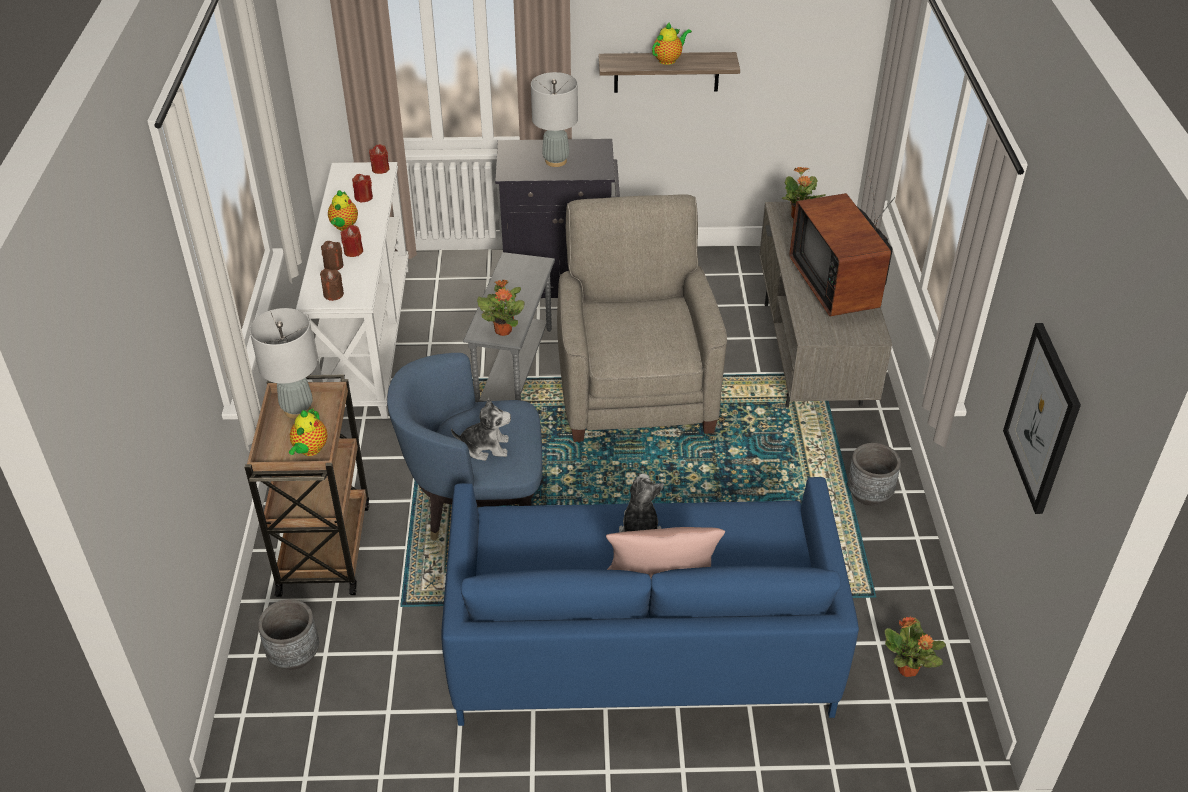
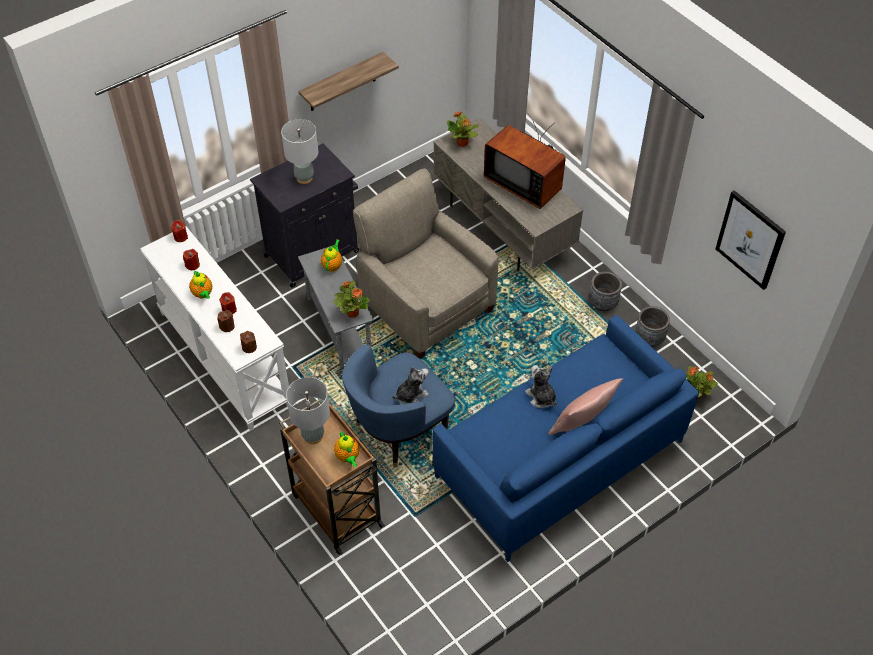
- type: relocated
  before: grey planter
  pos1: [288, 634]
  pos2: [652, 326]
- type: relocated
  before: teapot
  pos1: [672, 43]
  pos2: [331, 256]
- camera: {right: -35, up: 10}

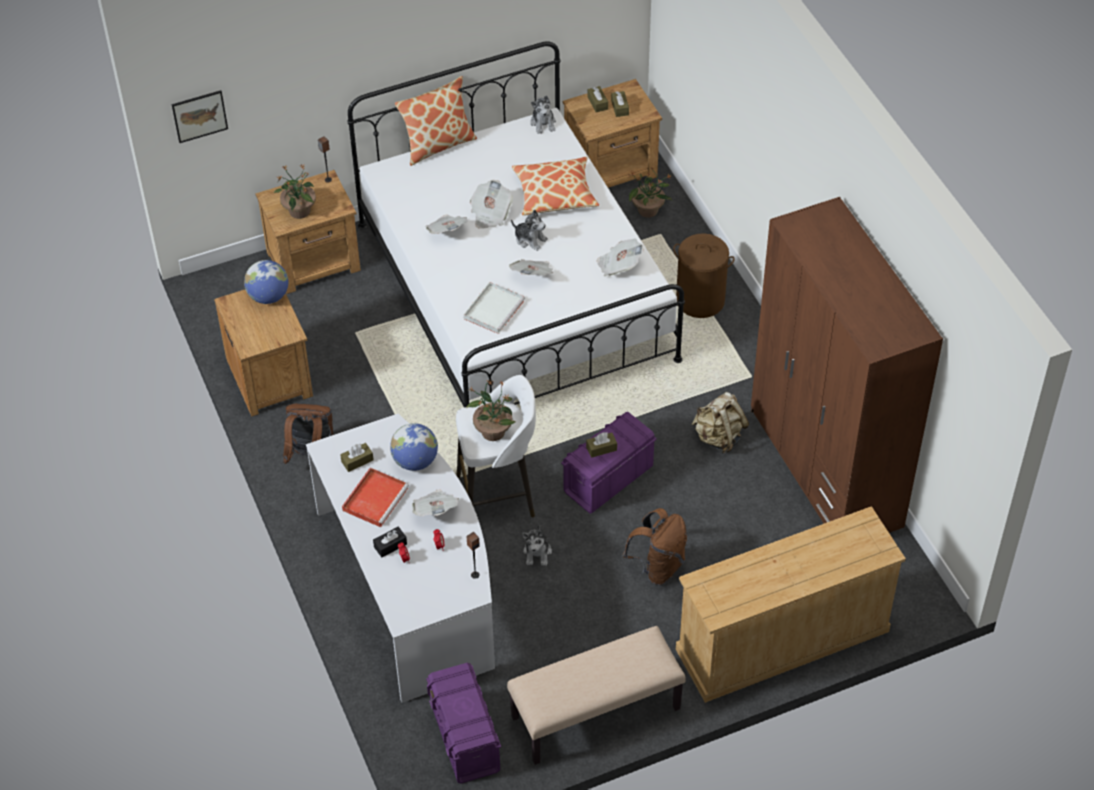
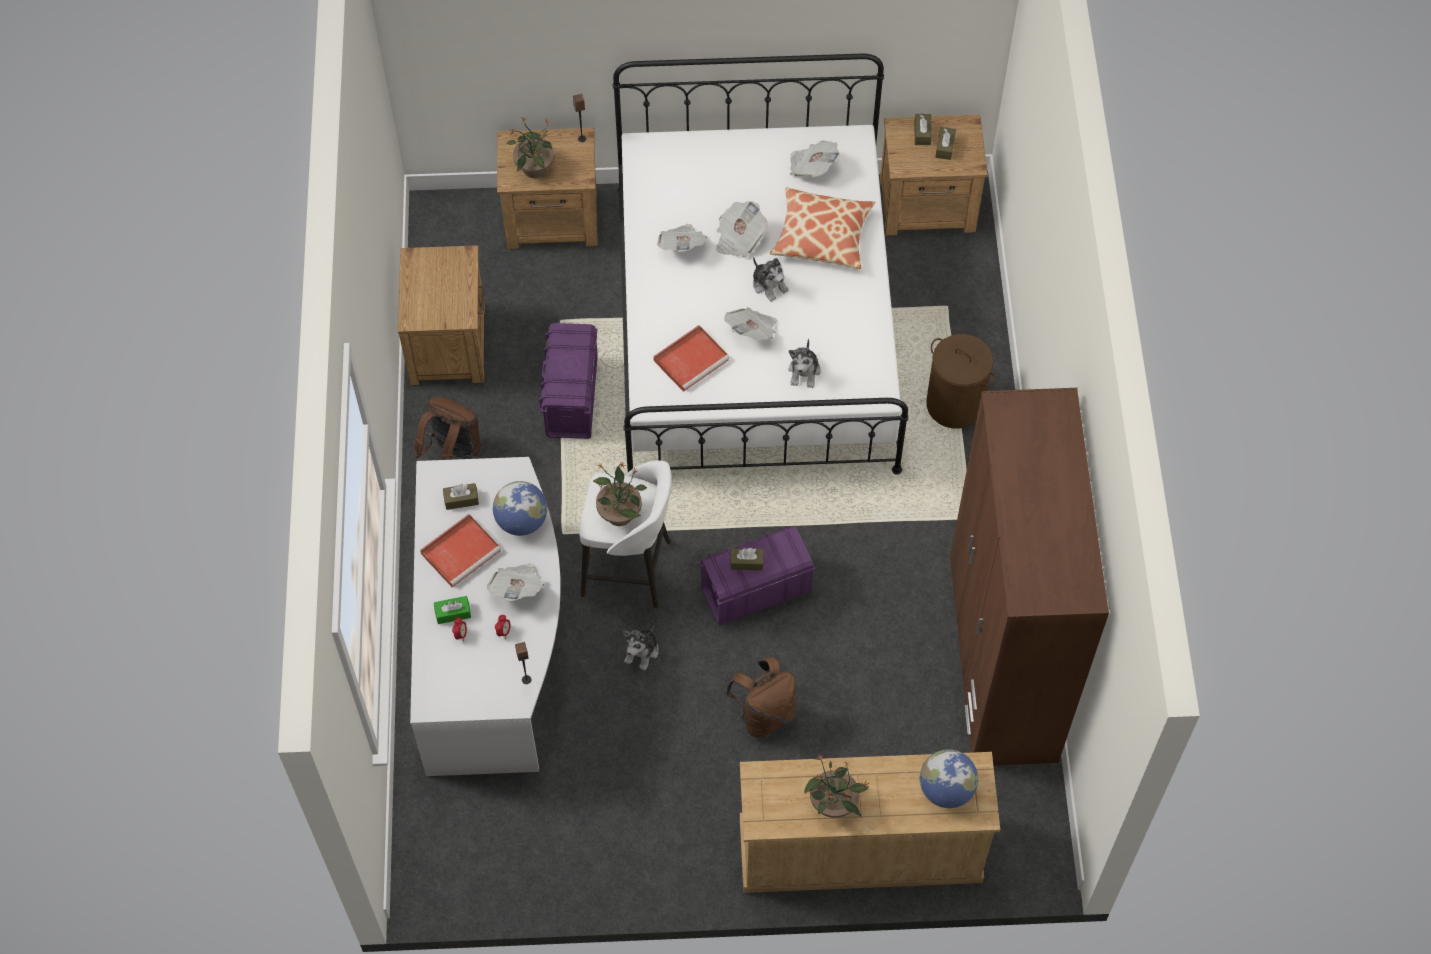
- type: missing
  before: picture
  pos1: [200, 116]
- type: relocated
  before: globe
  pos1: [266, 282]
  pos2: [949, 778]
- type: colour
  before: black tissue box
  after: green tissue box
  pos1: [390, 542]
  pos2: [452, 610]
- type: missing
  before: pillow
  pos1: [436, 121]
- type: relocated
  before: purple storage box
  pos1: [463, 723]
  pos2: [568, 381]
- type: colour
  before: white tray
  after: red tray
  pos1: [494, 308]
  pos2: [691, 358]
- type: missing
  before: beige bench
  pos1: [596, 695]
- type: relocated
  before: plush toy
  pos1: [543, 115]
  pos2: [805, 363]
- type: relocated
  before: newspaper
  pos1: [620, 257]
  pos2: [815, 158]
- type: relocated
  before: potted plant
  pos1: [650, 193]
  pos2: [837, 786]
- type: missing
  before: beige backpack
  pos1: [720, 422]
- camera: {right: 20, up: 10}

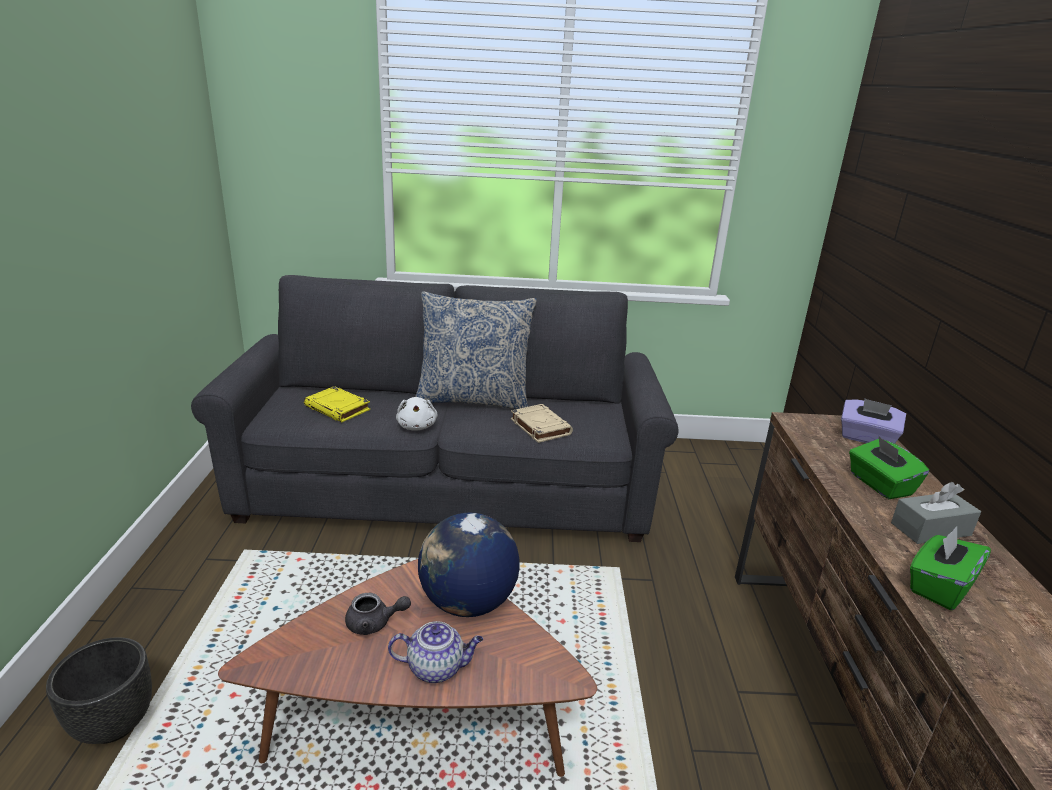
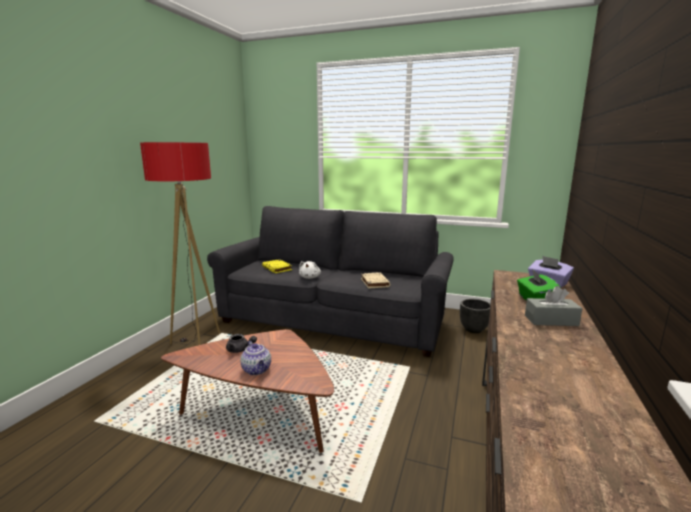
- type: relocated
  before: black planter
  pos1: [99, 690]
  pos2: [475, 316]
- type: spun
  before: teapot
  pos1: [435, 652]
  pos2: [255, 358]
  turn: 45
- type: missing
  before: pillow
  pos1: [476, 350]
- type: missing
  before: globe
  pos1: [469, 565]
- type: missing
  before: green tissue box
  pos1: [950, 568]
- type: appeared
  after: floor lamp
  pos2: [180, 243]
- camera: {right: 20, up: -10}

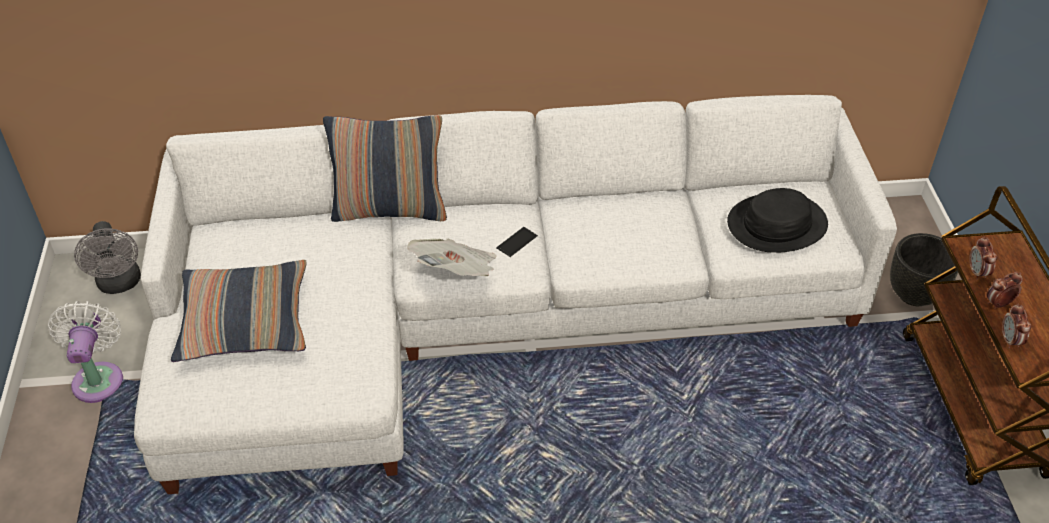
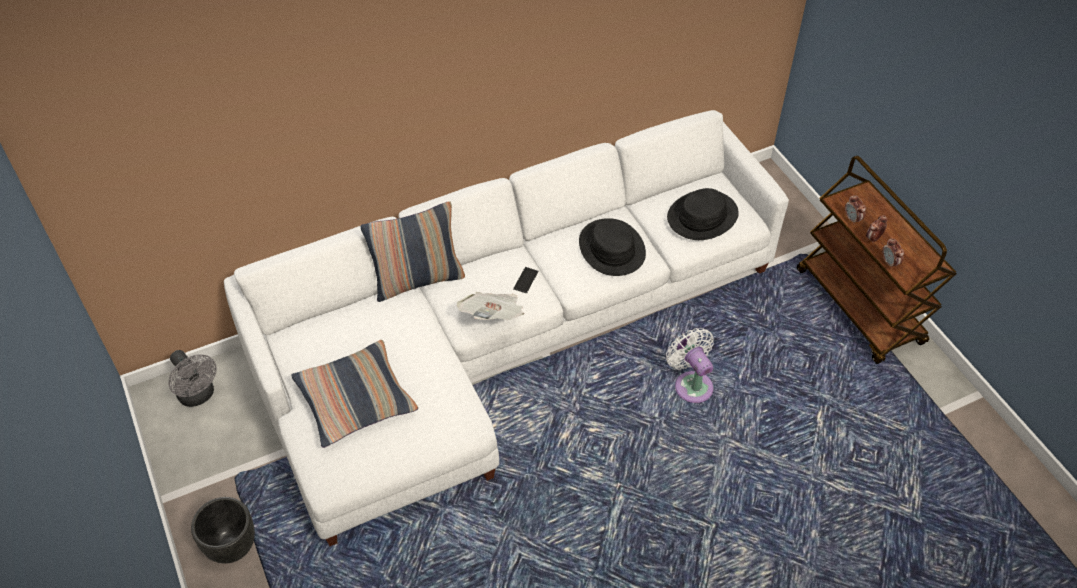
- type: relocated
  before: white fan
  pos1: [85, 352]
  pos2: [690, 365]
- type: relocated
  before: black planter
  pos1: [924, 269]
  pos2: [223, 530]
- type: appeared
  after: black hat
  pos2: [612, 247]
- camera: {right: -20, up: 5}

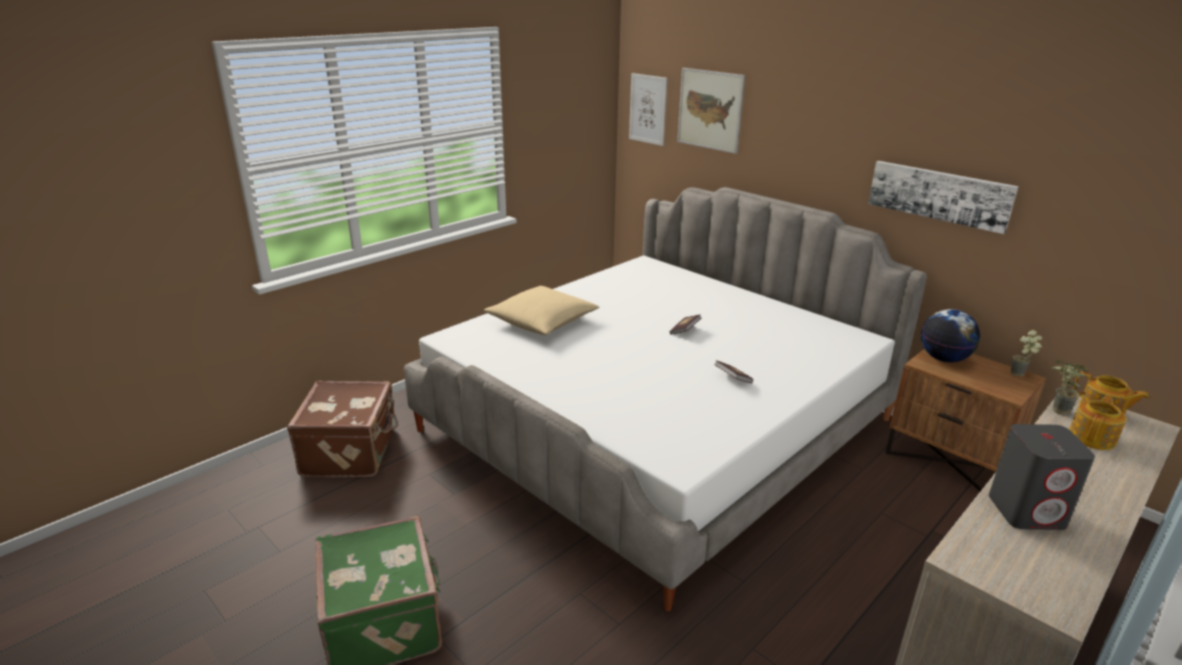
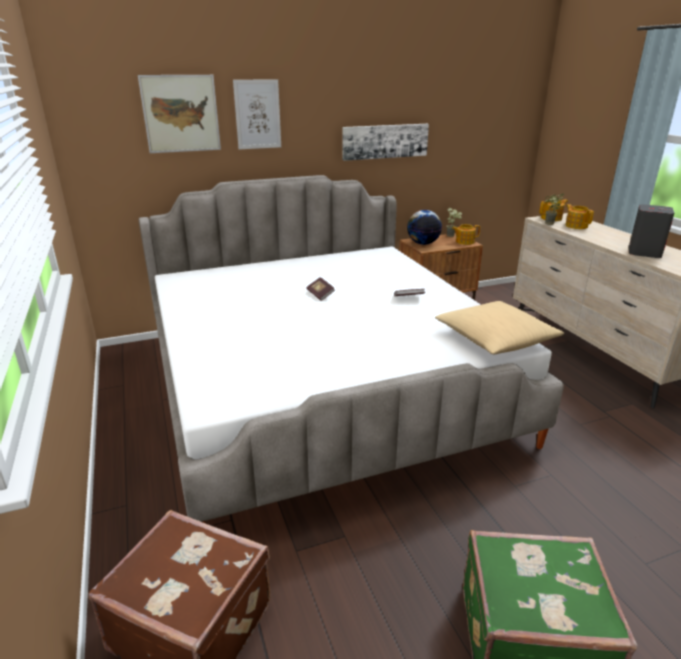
- type: relocated
  before: beige pillow
  pos1: [542, 310]
  pos2: [499, 327]
- type: relocated
  before: picture
  pos1: [648, 109]
  pos2: [257, 114]
- type: appeared
  after: teapot
  pos2: [466, 234]
- camera: {right: -65, up: 0}

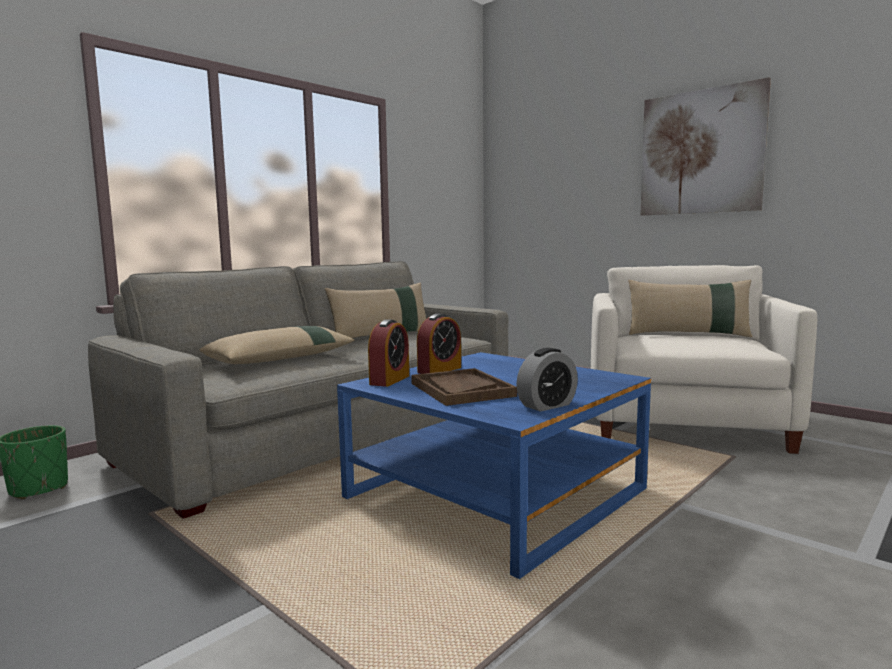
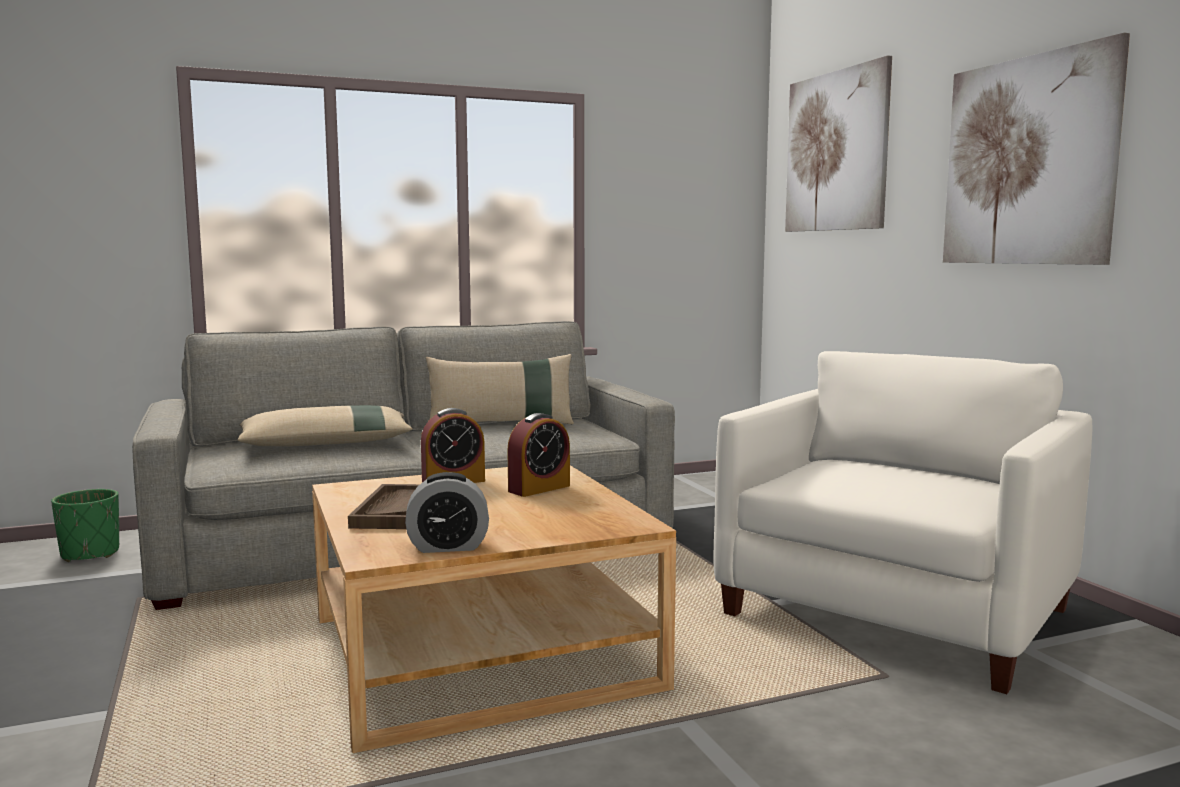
- type: colour
  before: blue coffee table
  after: beige coffee table
  pos1: [494, 465]
  pos2: [494, 609]
- type: relocated
  before: alarm clock
  pos1: [388, 353]
  pos2: [538, 455]
- type: missing
  before: beige pillow
  pos1: [690, 308]
- type: appeared
  after: picture
  pos2: [838, 143]
- camera: {right: 25, up: 0}

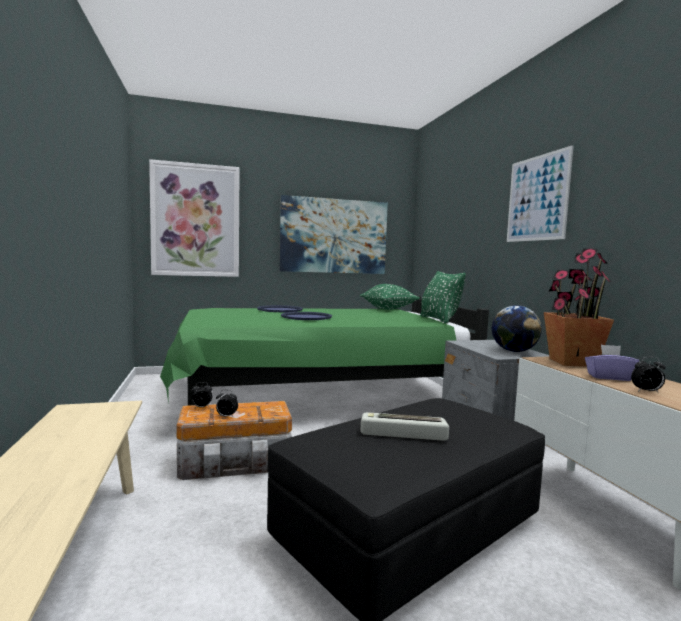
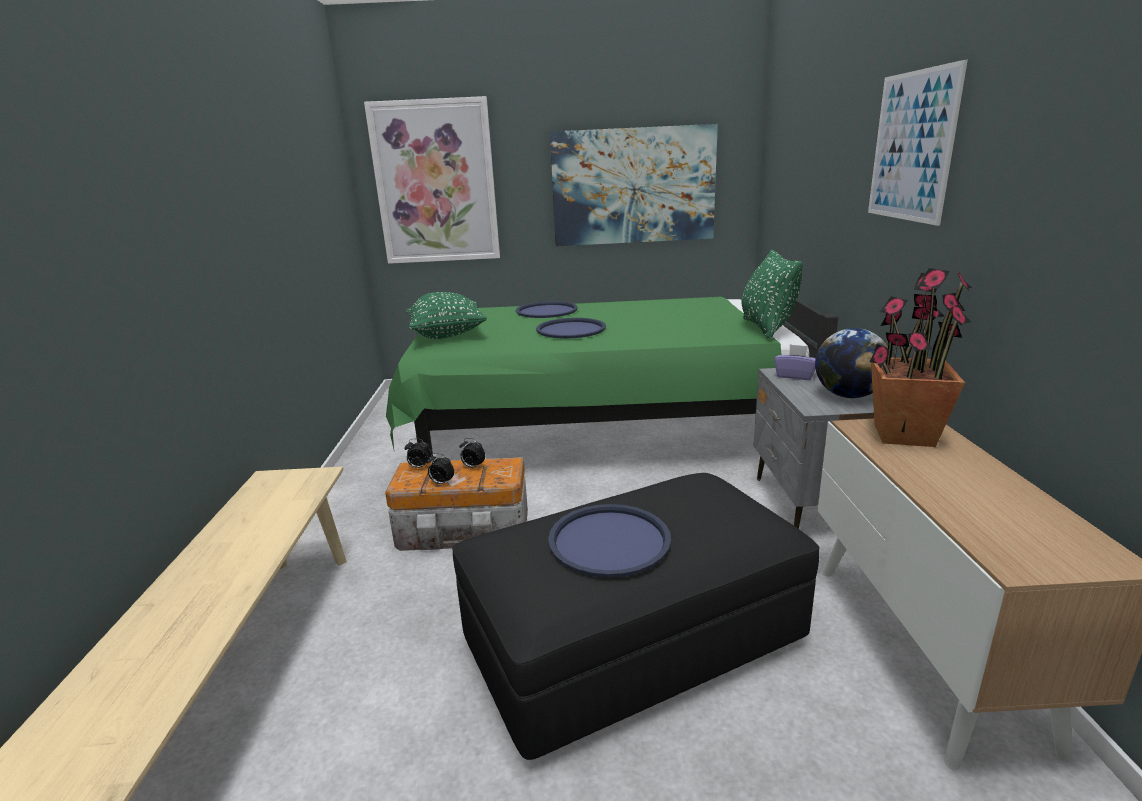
- type: relocated
  before: green pillow
  pos1: [390, 297]
  pos2: [446, 315]
- type: exchanged
  before: keyboard
  after: blue tray
  pos1: [405, 426]
  pos2: [609, 540]
- type: relocated
  before: purple tissue box
  pos1: [612, 363]
  pos2: [795, 362]
- type: relocated
  before: alarm clock
  pos1: [648, 374]
  pos2: [472, 452]
- camera: {right: 15, up: 15}

